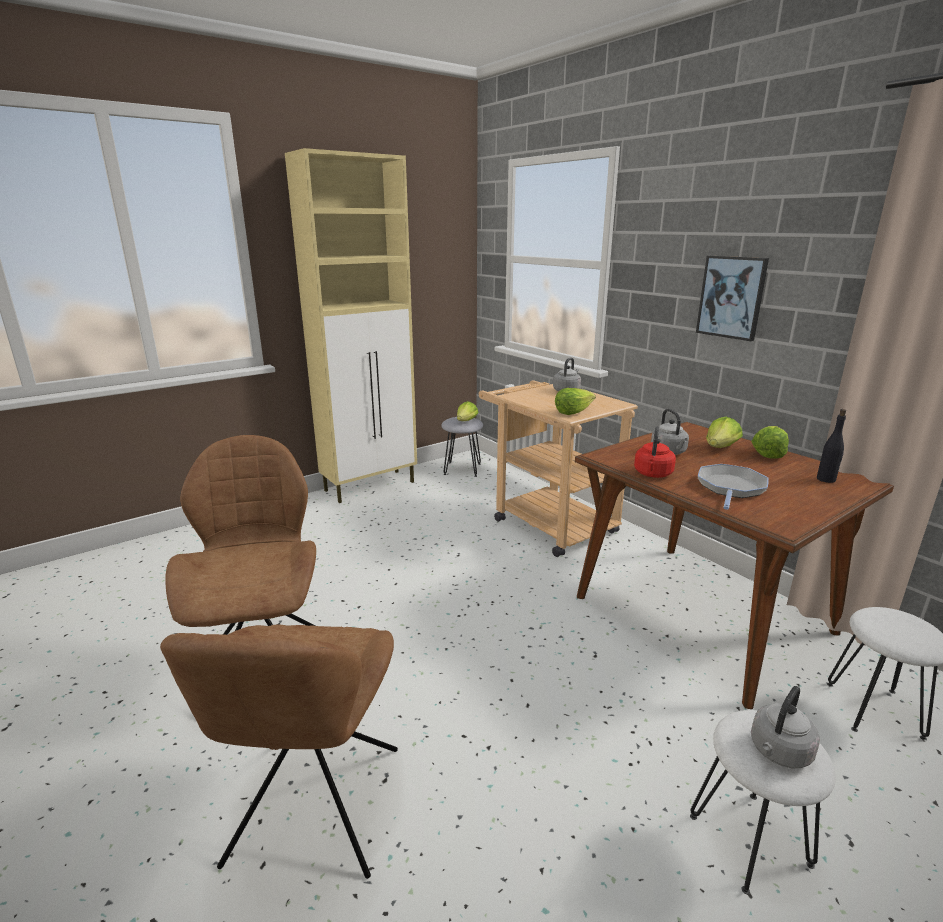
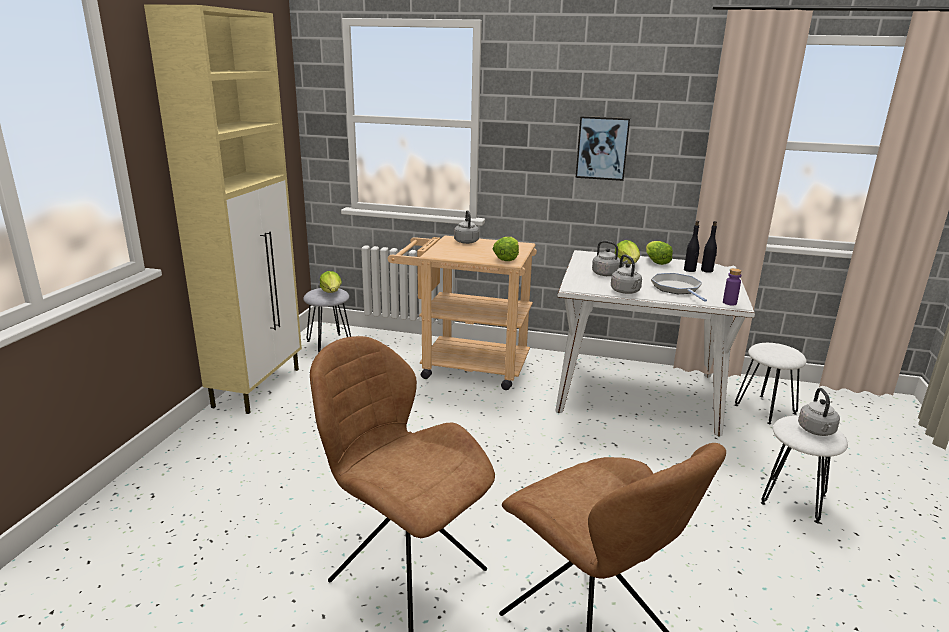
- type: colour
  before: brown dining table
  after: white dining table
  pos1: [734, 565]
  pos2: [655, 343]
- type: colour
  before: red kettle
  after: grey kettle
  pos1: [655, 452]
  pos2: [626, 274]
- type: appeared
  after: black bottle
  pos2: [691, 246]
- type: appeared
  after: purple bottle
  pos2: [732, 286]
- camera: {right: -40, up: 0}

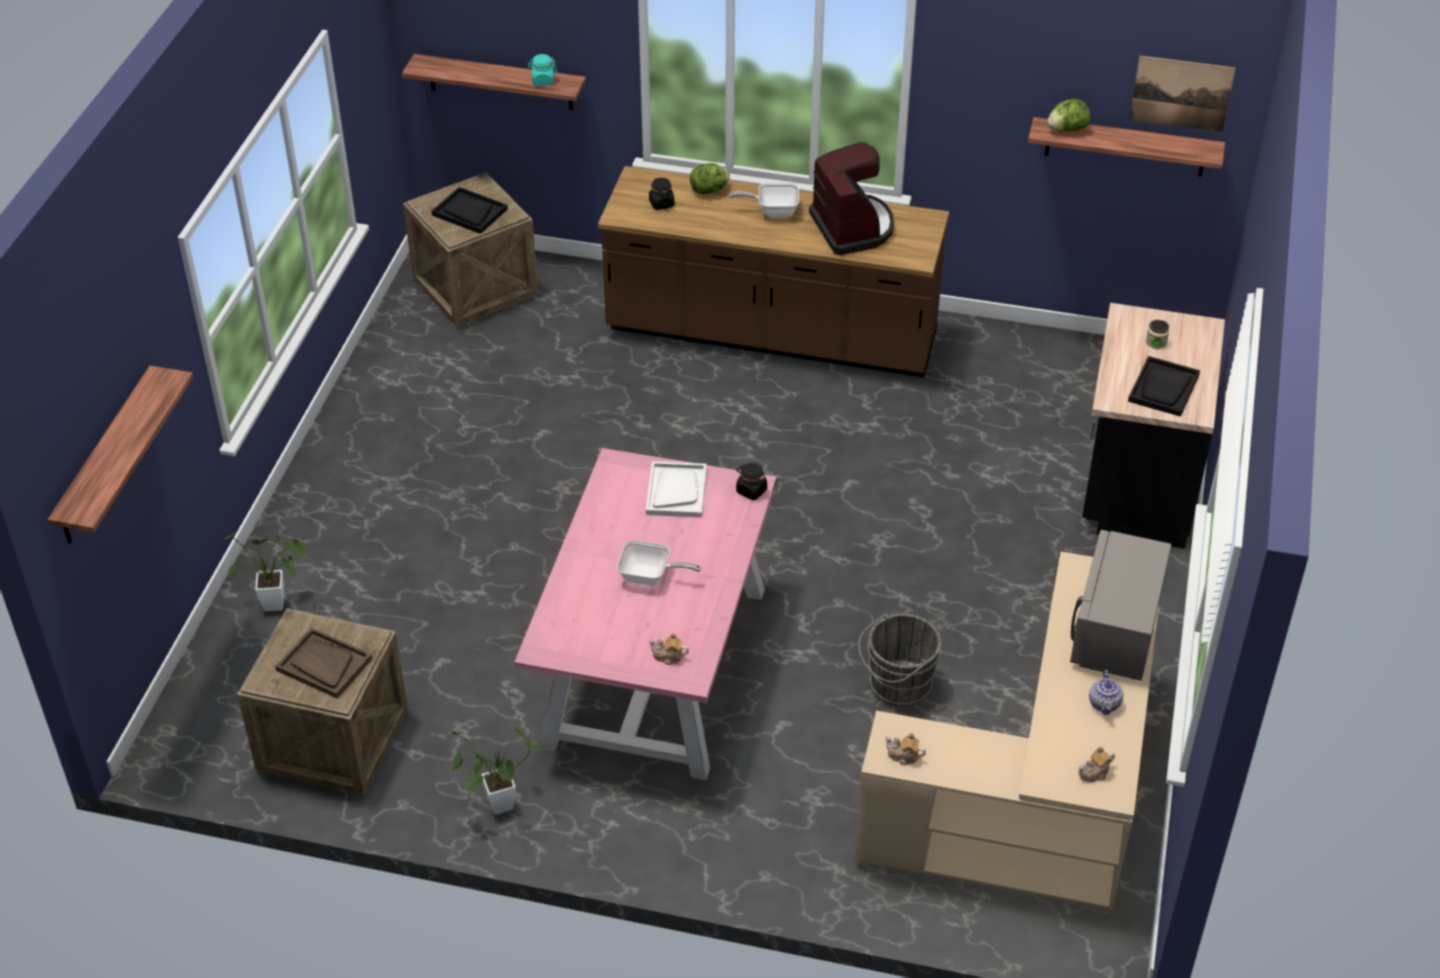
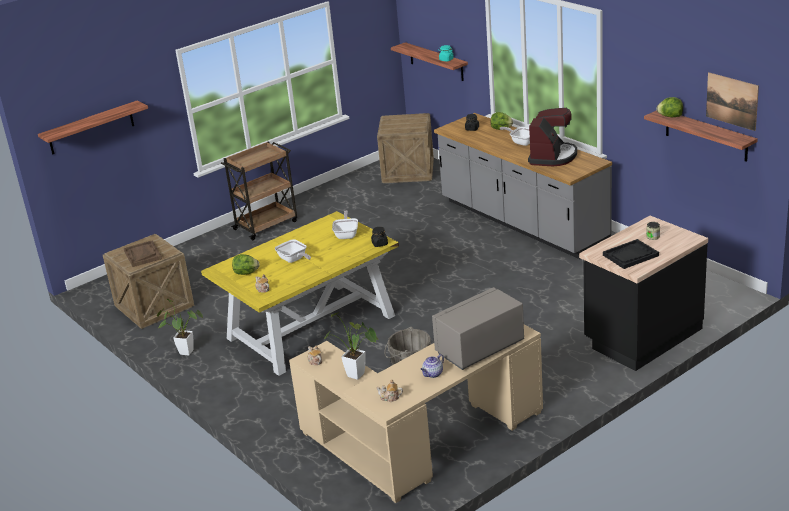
- type: relocated
  before: potted plant
  pos1: [264, 571]
  pos2: [351, 346]
- type: missing
  before: black tray
  pos1: [469, 210]
- type: colour
  before: pink dining table
  after: yellow dining table
  pos1: [645, 614]
  pos2: [300, 293]
- type: colour
  before: brown counter
  after: grey counter
  pos1: [773, 272]
  pos2: [523, 186]
- type: exchanged
  before: white tray
  after: frying pan
  pos1: [676, 489]
  pos2: [345, 225]
- type: appeared
  after: brown cart
  pos2: [259, 191]
- type: appeared
  after: lettuce
  pos2: [245, 264]
- camera: {right: 40, up: -15}

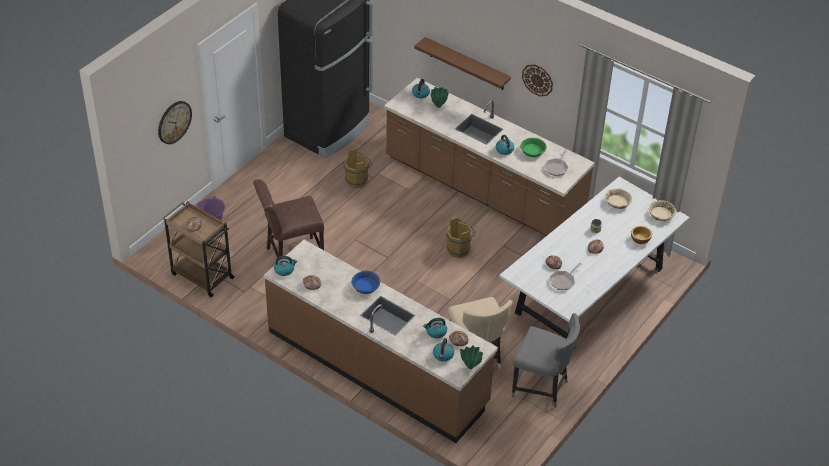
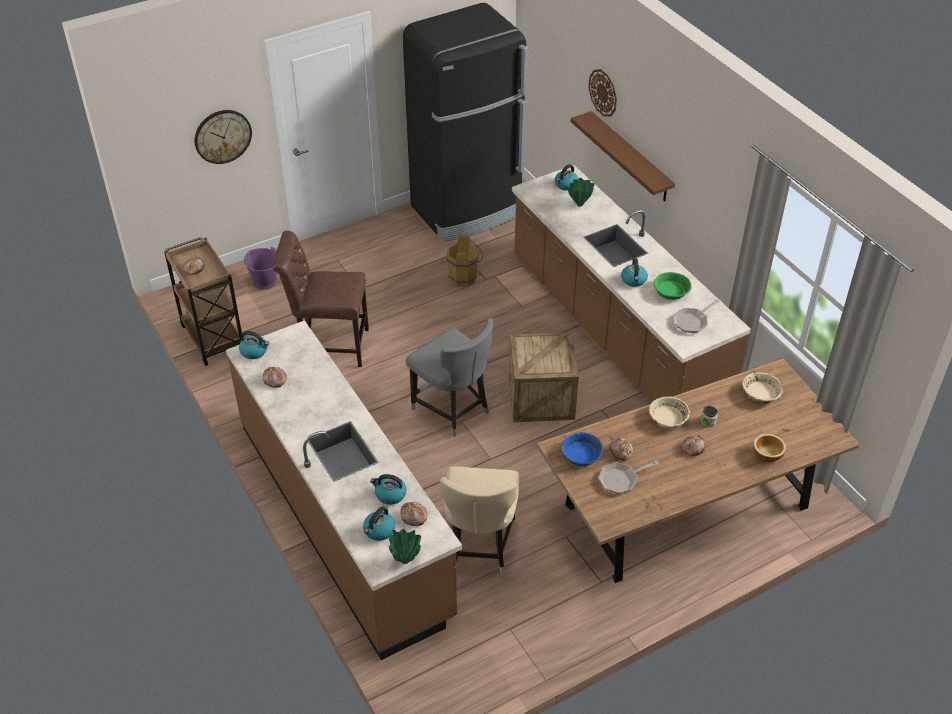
- type: relocated
  before: blue bowl
  pos1: [365, 282]
  pos2: [582, 449]
- type: exchanged
  before: brown bucket
  after: crate
  pos1: [460, 237]
  pos2: [544, 377]
- type: colour
  before: white dining table
  after: brown dining table
  pos1: [594, 263]
  pos2: [698, 471]
- type: relocated
  before: grey chair
  pos1: [546, 360]
  pos2: [449, 377]
- type: relocated
  before: wall clock
  pos1: [537, 80]
  pos2: [602, 93]
- type: relocated
  before: beige bowl
  pos1: [662, 210]
  pos2: [669, 412]
- camera: {right: 25, up: 0}

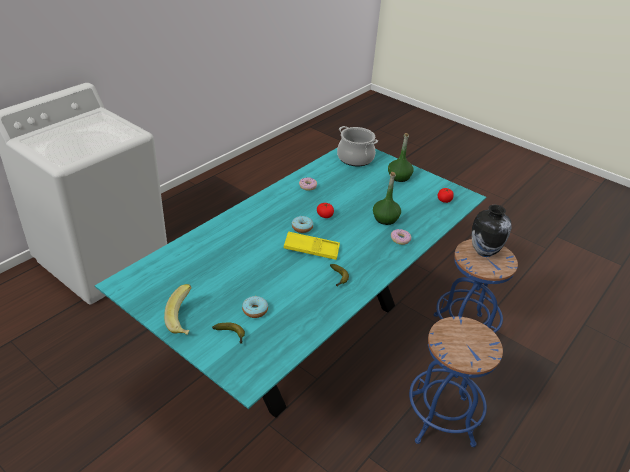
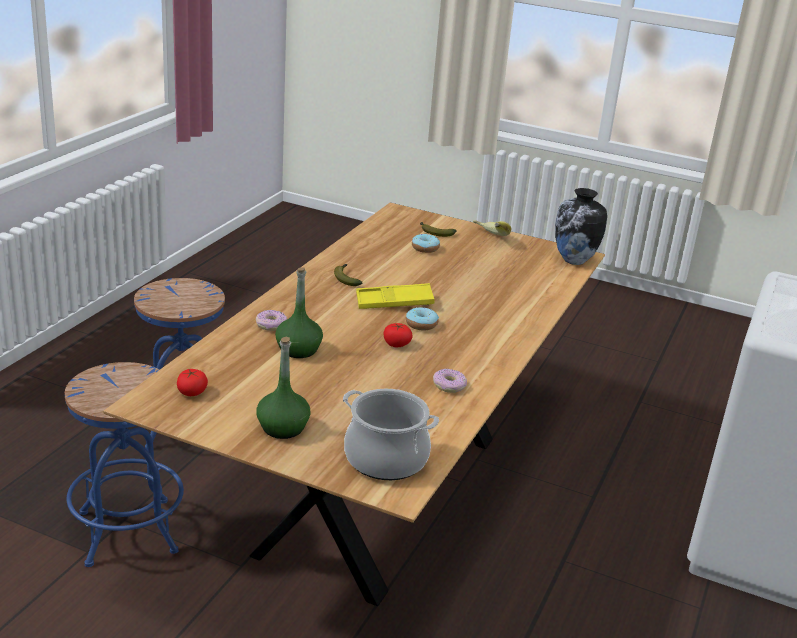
- type: colour
  before: turquoise dining table
  after: brown dining table
  pos1: [290, 282]
  pos2: [354, 404]
- type: relocated
  before: vase
  pos1: [492, 231]
  pos2: [581, 226]
- camera: {right: 165, up: -10}

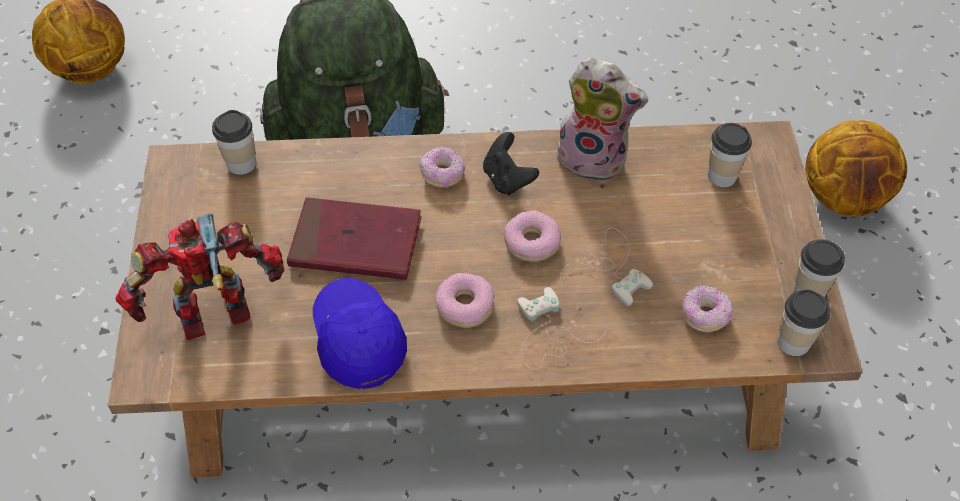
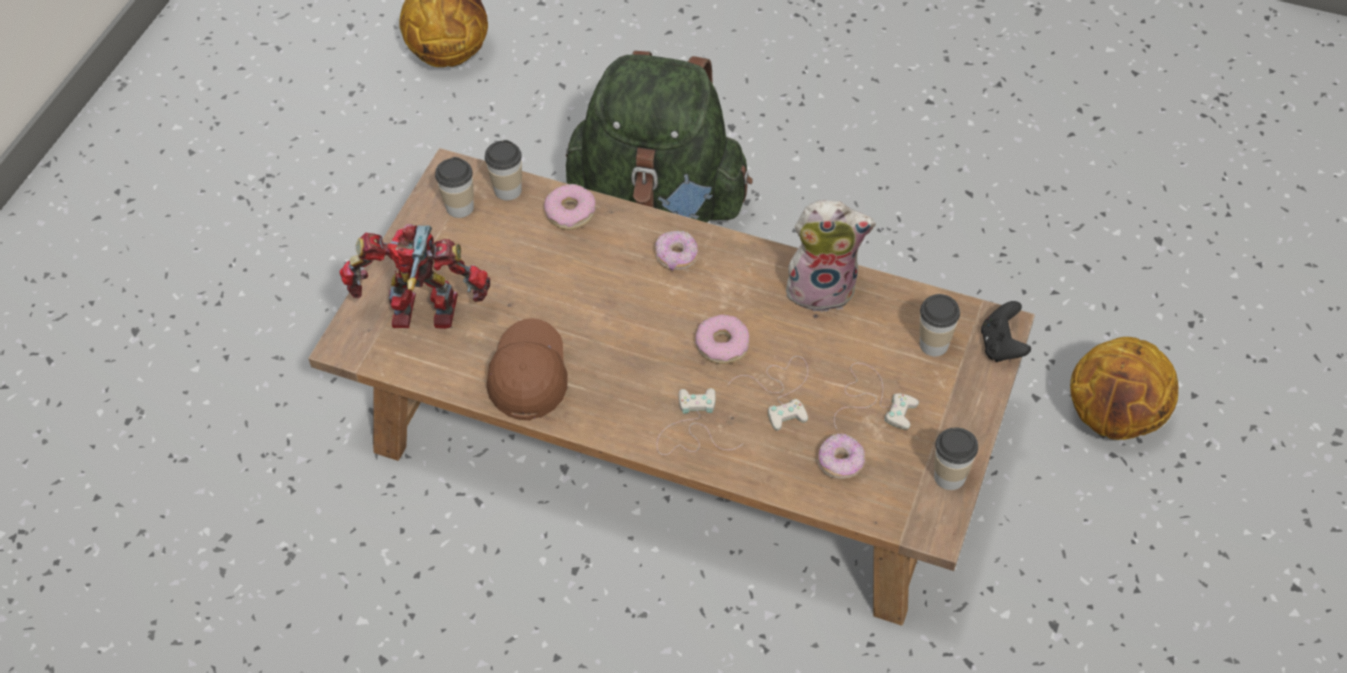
- type: missing
  before: red book
  pos1: [354, 238]
- type: colour
  before: blue cap
  after: brown cap
  pos1: [360, 333]
  pos2: [526, 369]
- type: relocated
  before: donut
  pos1: [465, 300]
  pos2: [569, 207]
- type: relocated
  before: black game controller
  pos1: [511, 163]
  pos2: [1006, 331]
- type: spun
  before: plush toy
  pos1: [598, 120]
  pos2: [831, 256]
  turn: -45
- type: relocated
  before: cup
  pos1: [804, 323]
  pos2: [454, 187]
- type: appeared
  after: white game controller
  pos2: [876, 396]
- camera: {right: 25, up: 0}

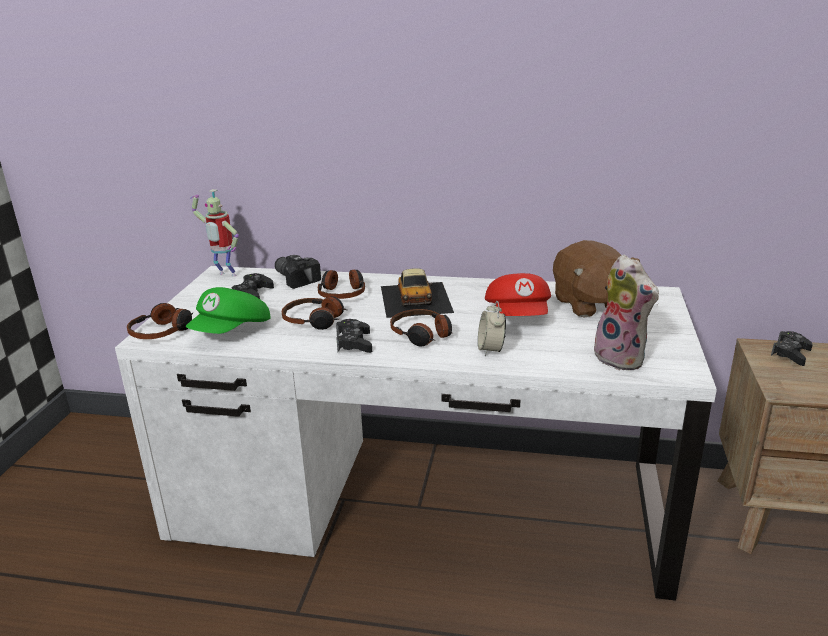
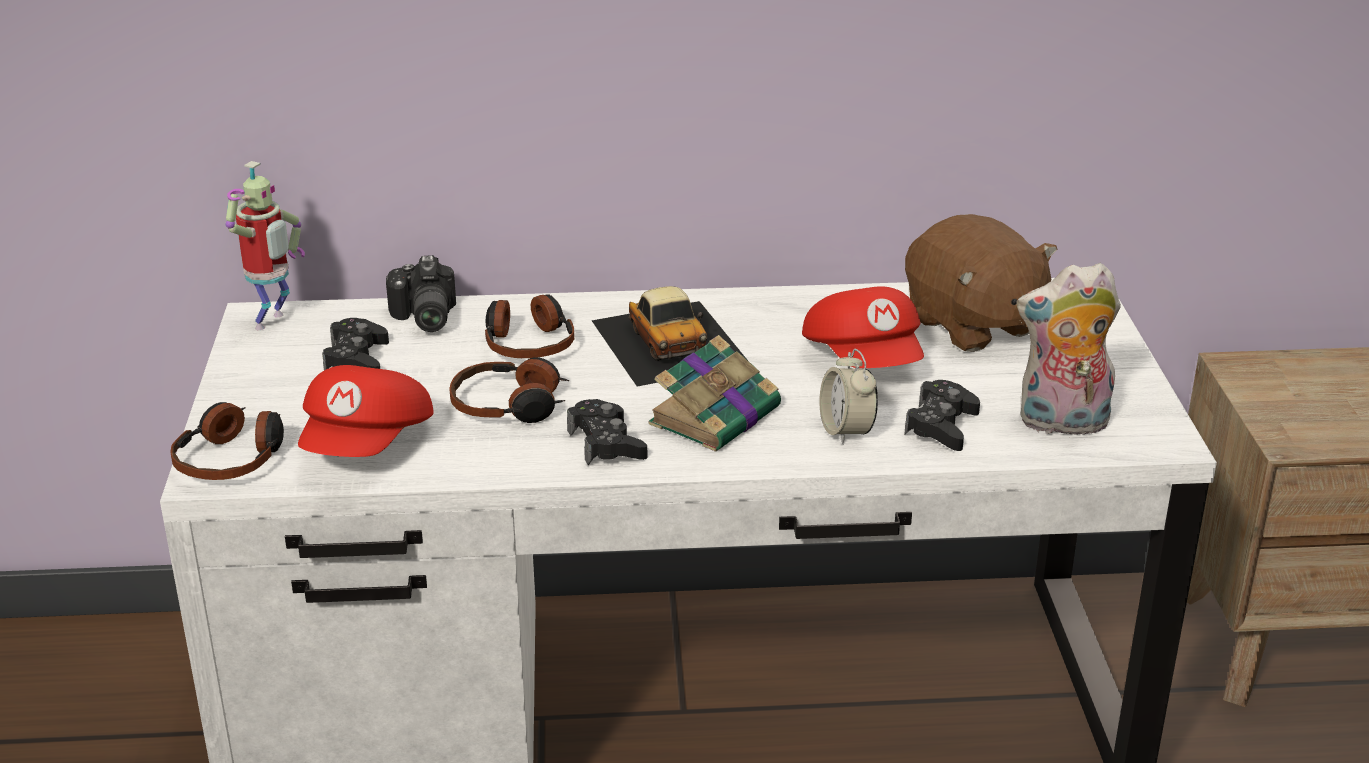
- type: colour
  before: green cap
  after: red cap
  pos1: [228, 310]
  pos2: [366, 411]
- type: spun
  before: toy robot
  pos1: [214, 233]
  pos2: [265, 245]
  turn: -75
- type: spun
  before: photo camera
  pos1: [298, 272]
  pos2: [421, 293]
  turn: -135
- type: exchanged
  before: headphones
  after: book
  pos1: [421, 328]
  pos2: [715, 393]
- type: spun
  before: plush toy
  pos1: [625, 312]
  pos2: [1068, 349]
  turn: 135
- type: relocated
  before: black game controller
  pos1: [792, 348]
  pos2: [942, 415]
- camera: {right: -15, up: 5}

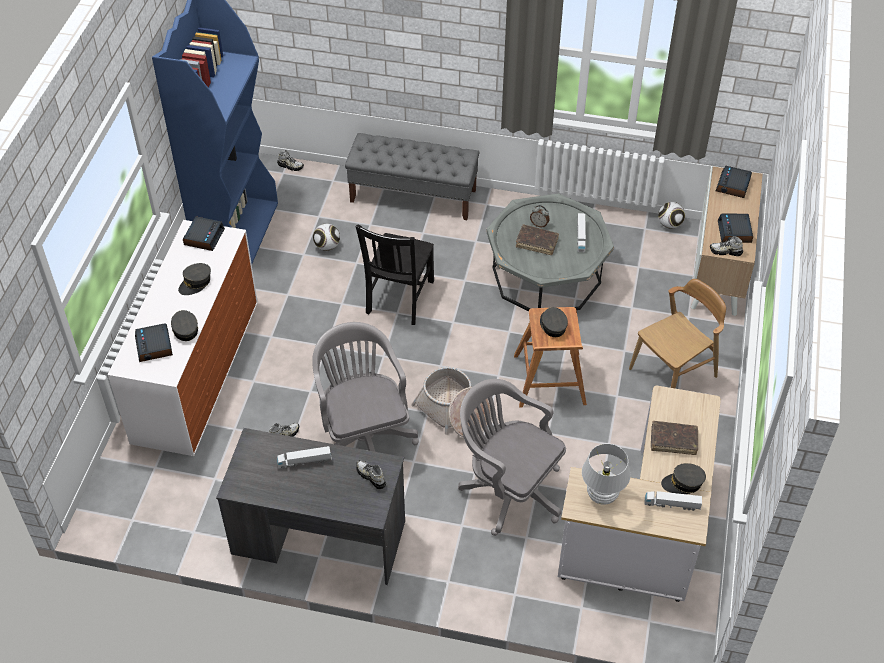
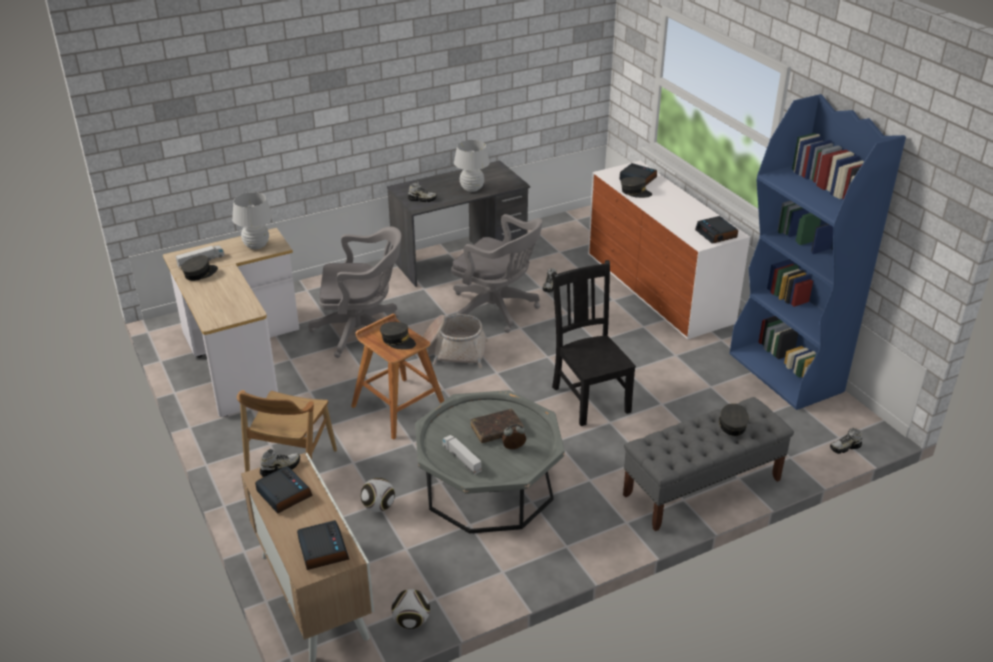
- type: relocated
  before: grey cap
  pos1: [194, 279]
  pos2: [734, 419]
- type: exchanged
  before: toy truck
  after: white table lamp
  pos1: [304, 457]
  pos2: [472, 166]
- type: relocated
  before: football
  pos1: [326, 237]
  pos2: [378, 495]
- type: missing
  before: brown book
  pos1: [674, 438]
- camera: {right: 140, up: -15}

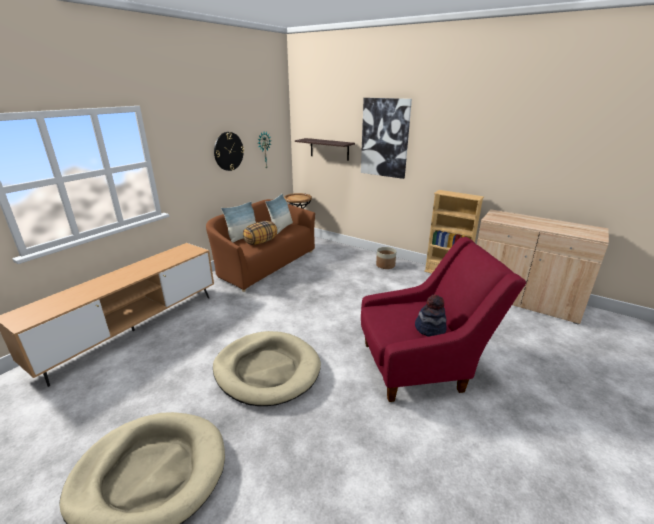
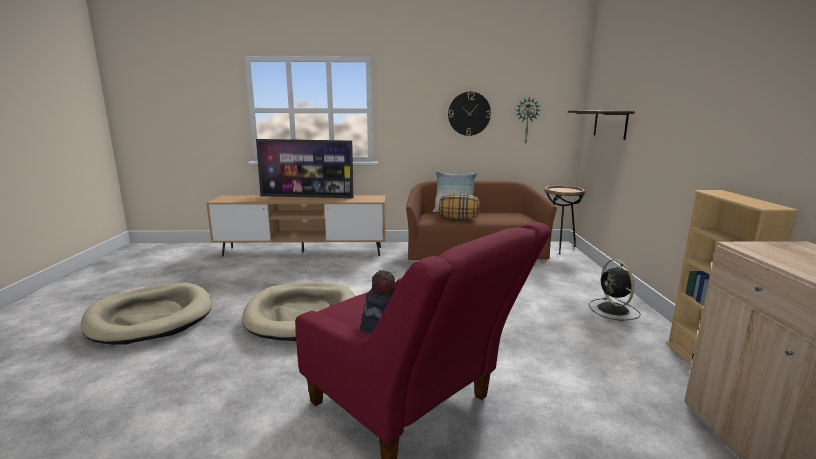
- type: missing
  before: pillow
  pos1: [279, 214]
- type: missing
  before: picture
  pos1: [386, 138]
- type: exchanged
  before: planter
  after: black fan
  pos1: [386, 258]
  pos2: [615, 289]
- type: appeared
  after: television
  pos2: [304, 168]
- camera: {right: 55, up: -10}

